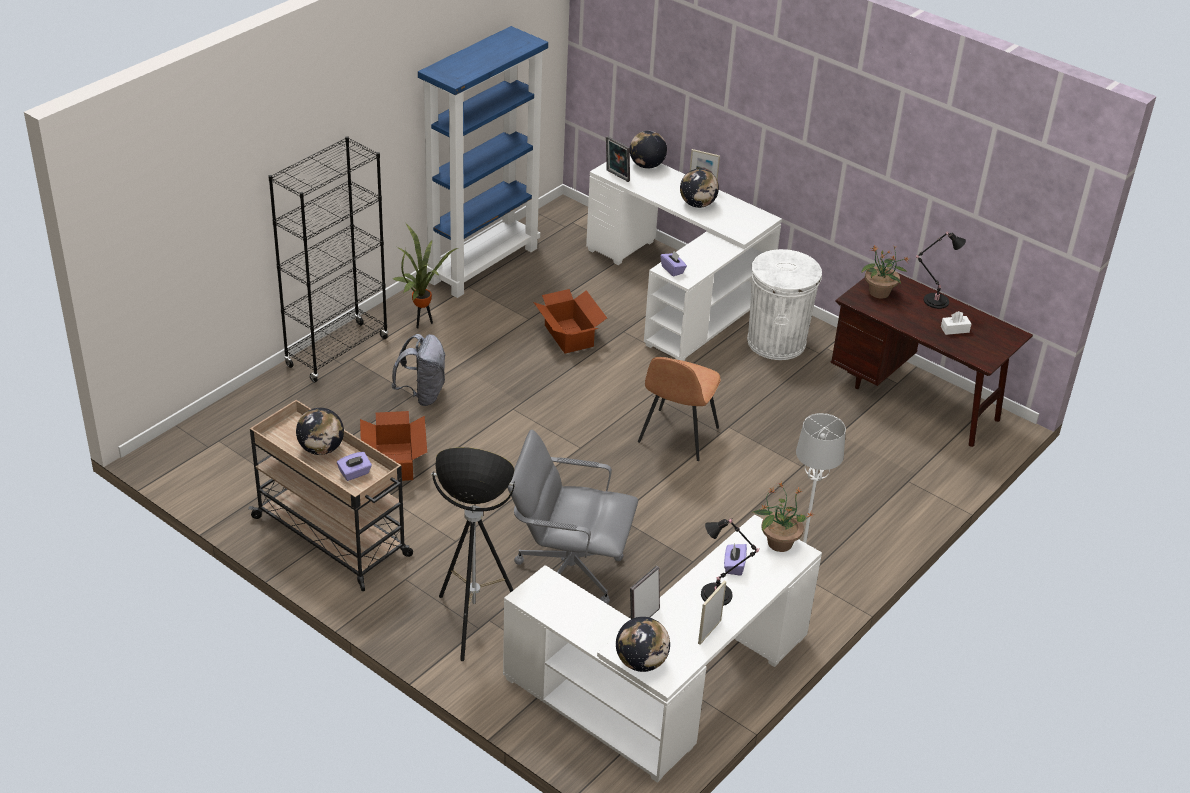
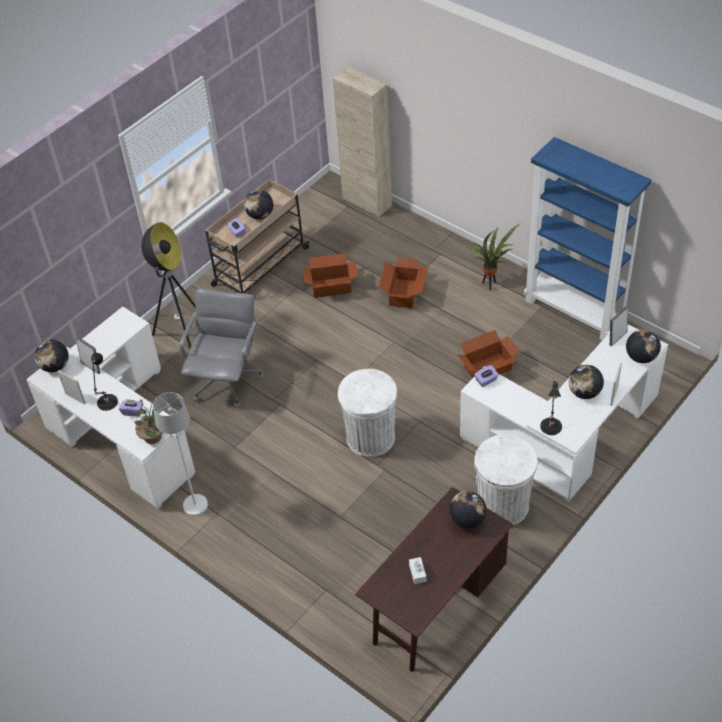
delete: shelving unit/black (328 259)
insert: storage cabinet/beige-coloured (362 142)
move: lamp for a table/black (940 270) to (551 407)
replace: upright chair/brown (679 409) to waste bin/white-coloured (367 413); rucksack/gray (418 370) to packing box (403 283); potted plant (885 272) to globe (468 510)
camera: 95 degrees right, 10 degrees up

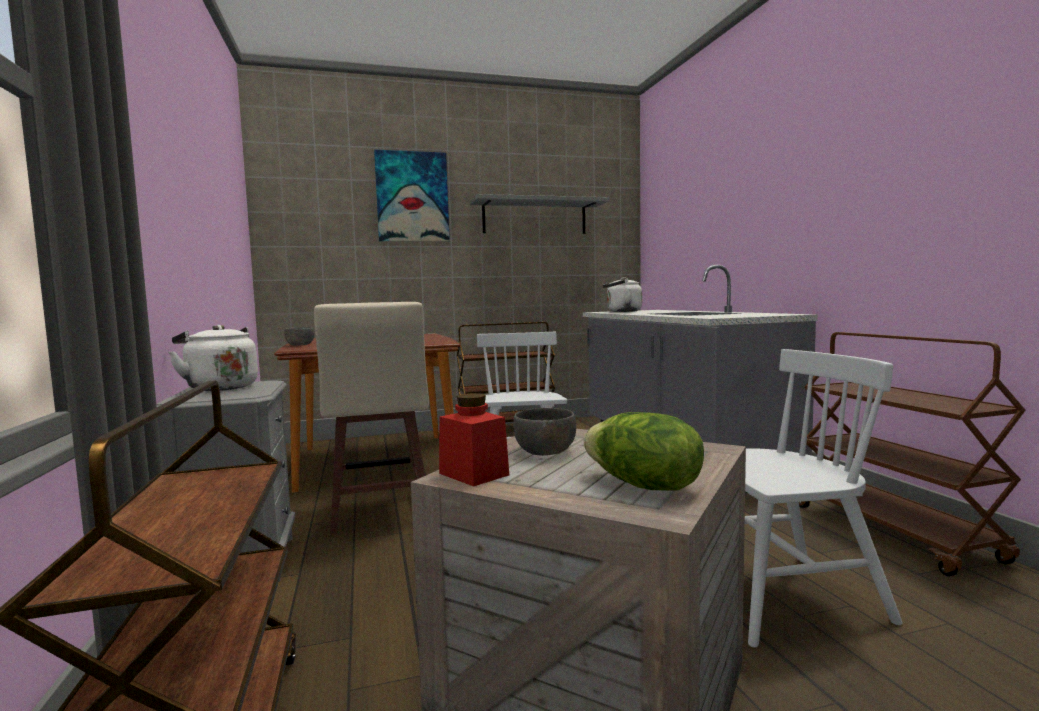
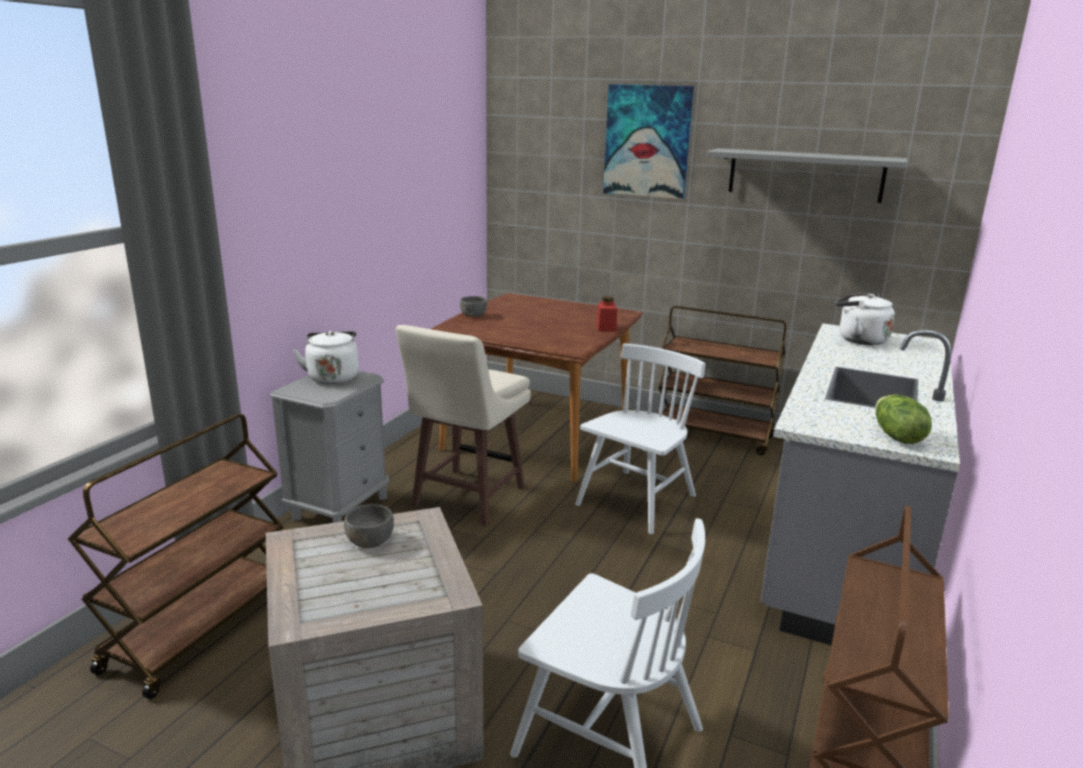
move: preserve jar/reddish (474 439) to (606 314); lettuce (644 451) to (903 419)
camera: 40 degrees right, 15 degrees up

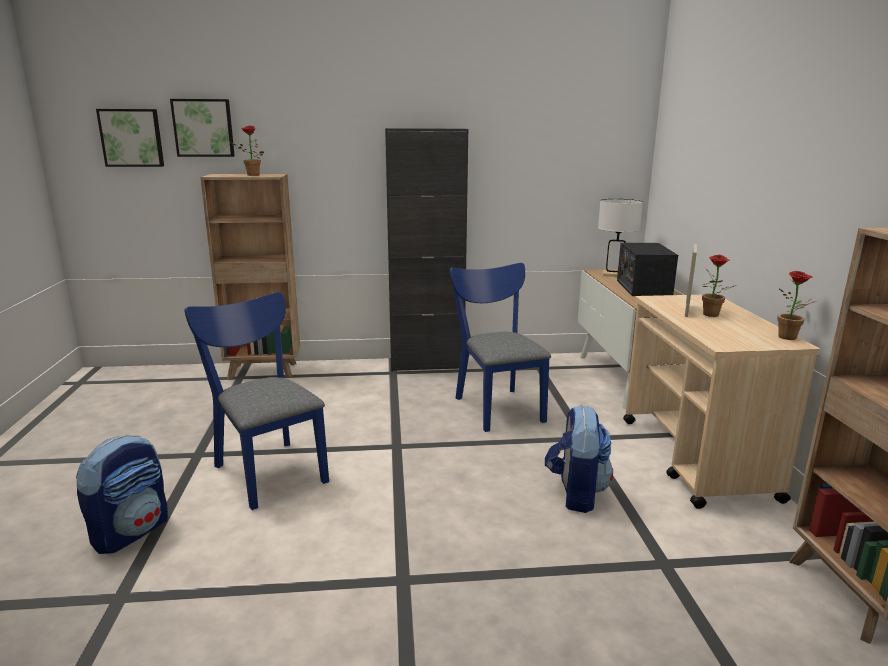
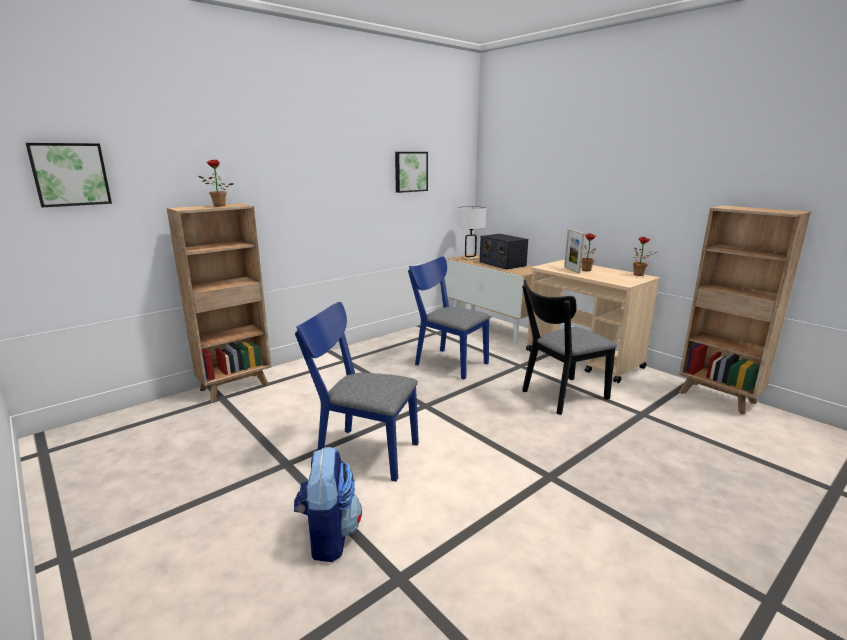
delete: storage cabinet/black (426 250)
move: wall art (202 128) to (411 172)
replace: rucksack (579 459) to upright chair/black (569 347)
camera: 35 degrees left, 0 degrees up

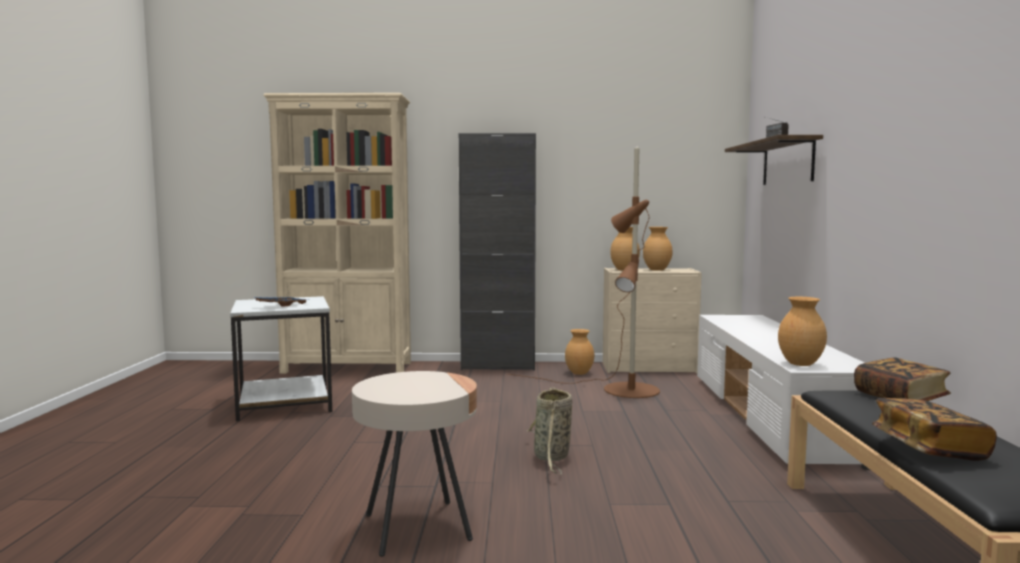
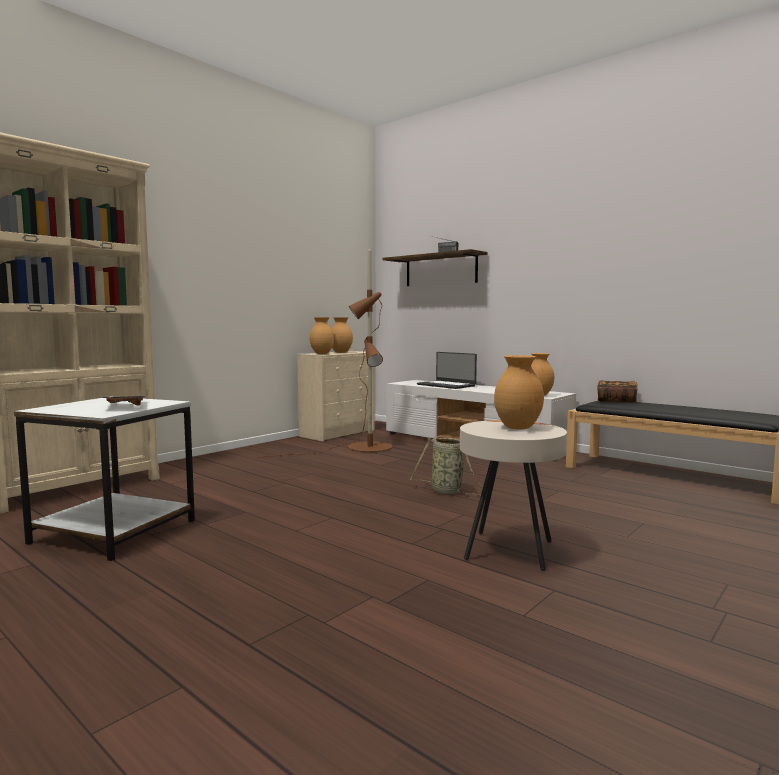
delete: storage cabinet/black (497 252); volume (934 429)
insert: laptop (447 370)
move: vase/brown (579 352) to (519 392)
camera: 50 degrees left, 0 degrees up

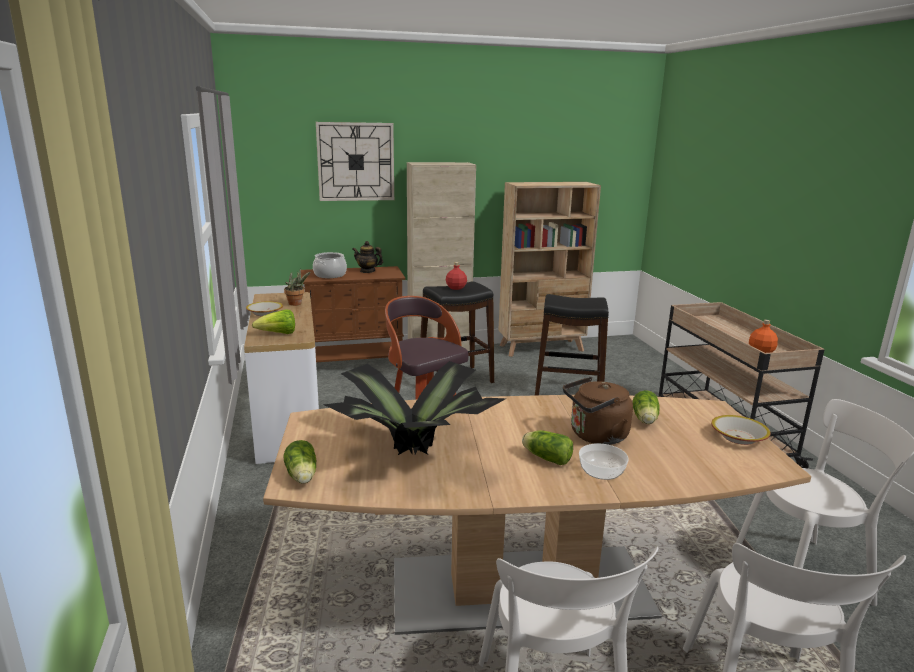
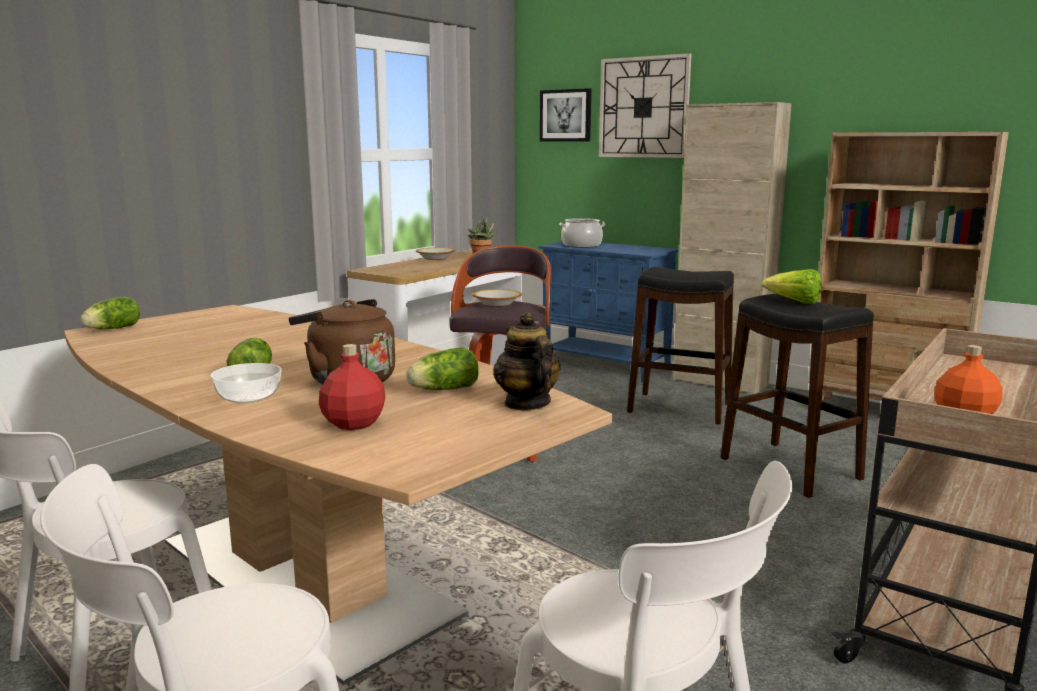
delete: potted plant (415 408)
insert: wall art (565 114)
move: drink bottle/reddish (456 276) to (352 387); serving bowl (741 430) to (497 298); tea pot (367 257) to (527 361); lettuce (273 321) to (791 286)
recolor: storage cabinet/brown (353 314) to storage cabinet/blue (609 312)
camera: 50 degrees right, 5 degrees down

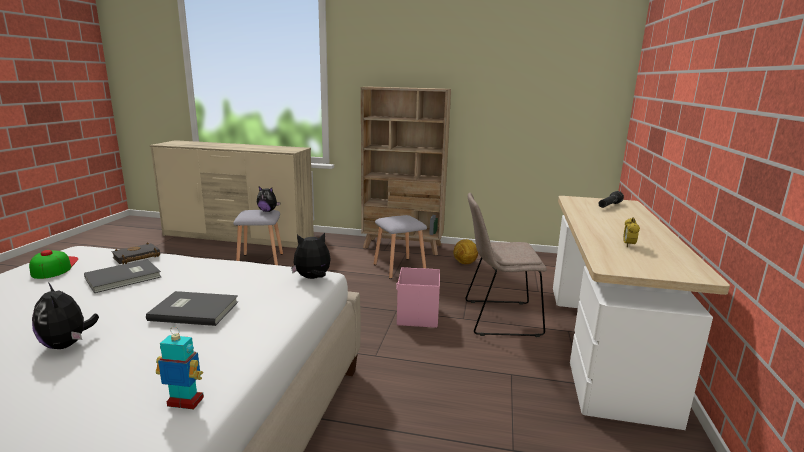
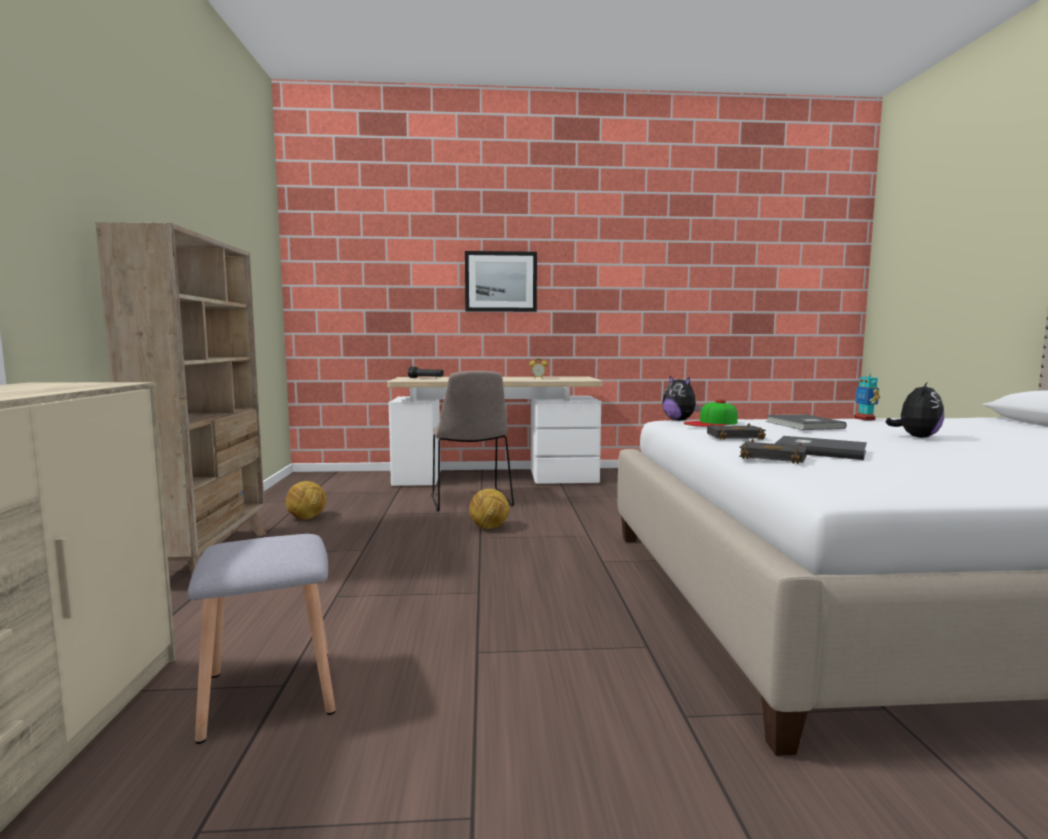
delete: soft toy (268 199); stool seat/gray (400 247)
insert: wall art (501 281); volume/black (736 431)
move: cap (53 264) to (710 413)
replace: storage bin/pink-coloured (418 297) to ball for football (489 509)
camera: 105 degrees left, 10 degrees down

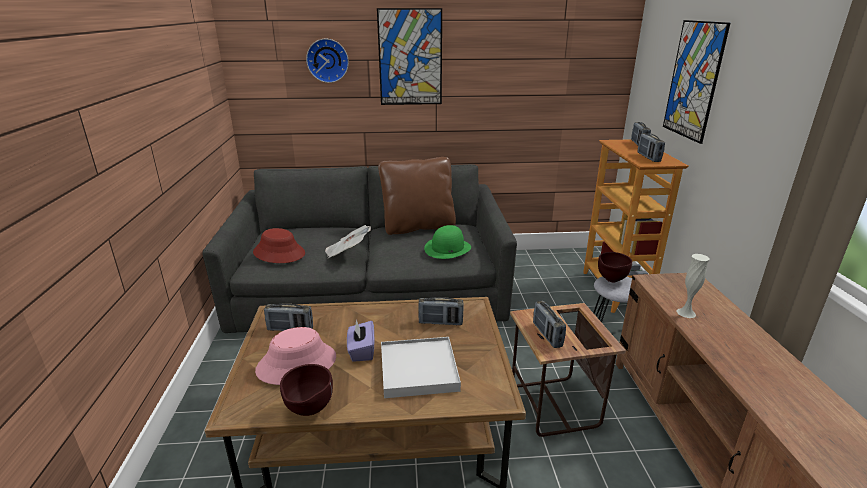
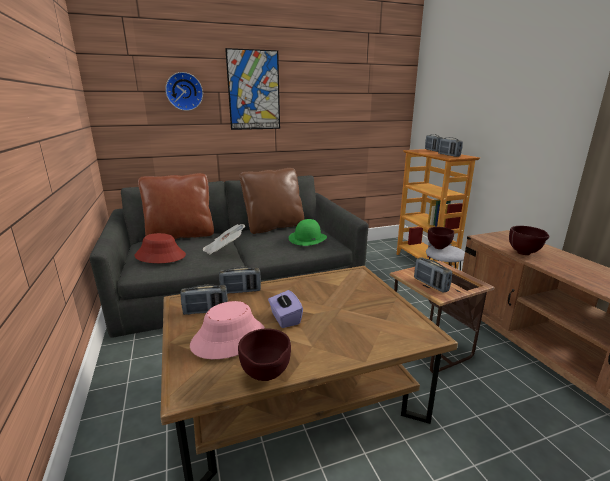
delete: carrying tray/white-coloured (421 367); wall art (696 82)
insert: cushion/brown (176 206)
move: radio receiver (441 311) to (240 280)
replace: vase/white-coloured (692 286) to serving bowl/brown (529 240)
camera: 15 degrees left, 5 degrees down

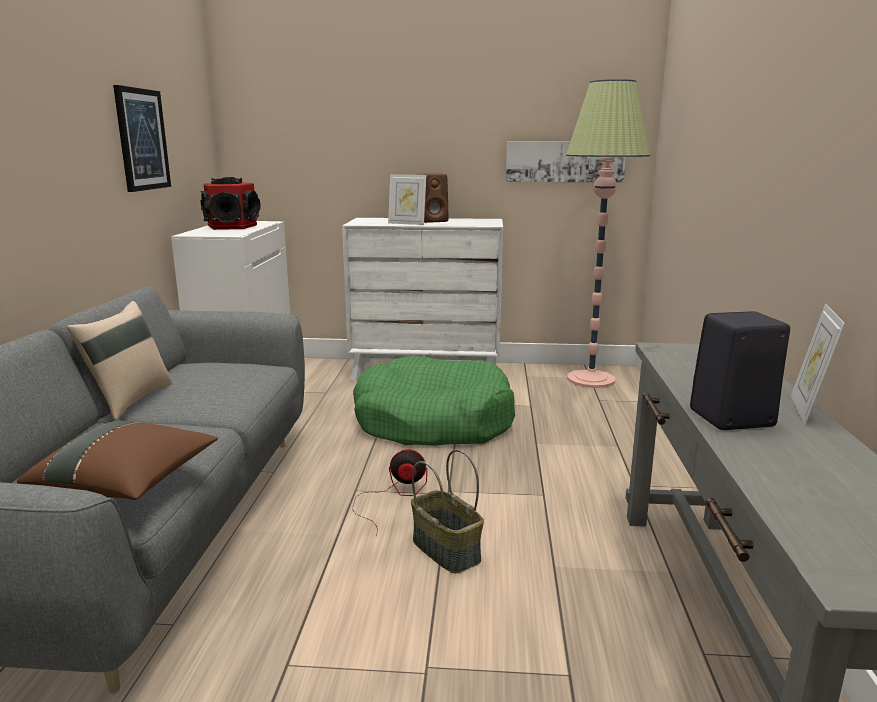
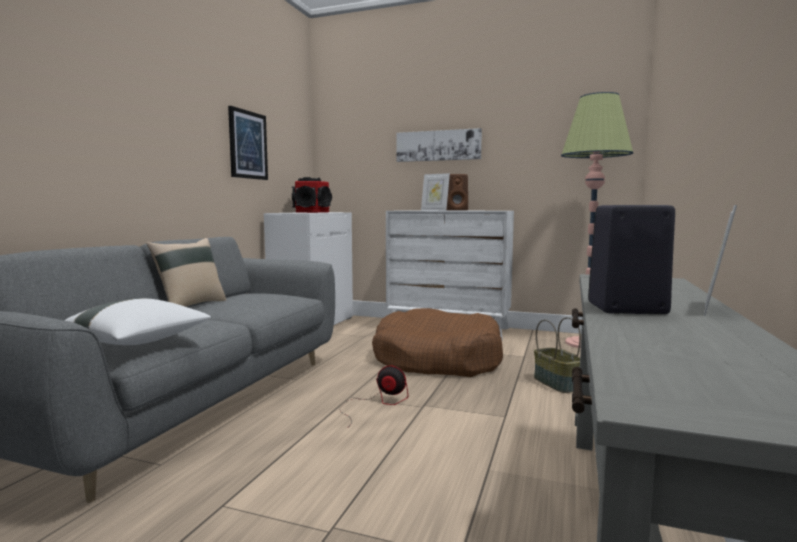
move: wall art (566 161) to (439 145); household basket (447 511) to (557 355)
recolor: cushion/brown (117 460) to cushion/white-coloured (137 321); dog bed/greenish (434 401) to dog bed/brown (437 342)
camera: 15 degrees right, 10 degrees down

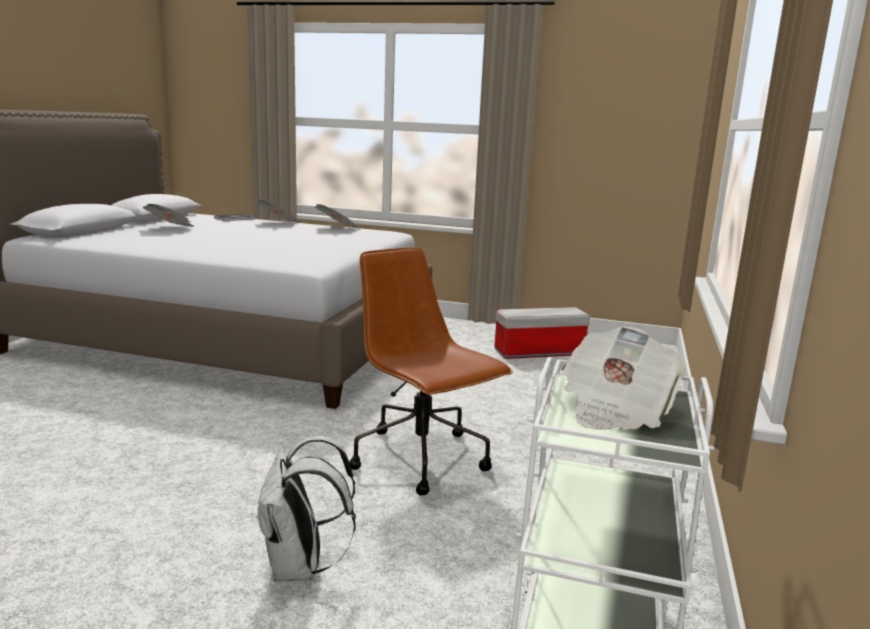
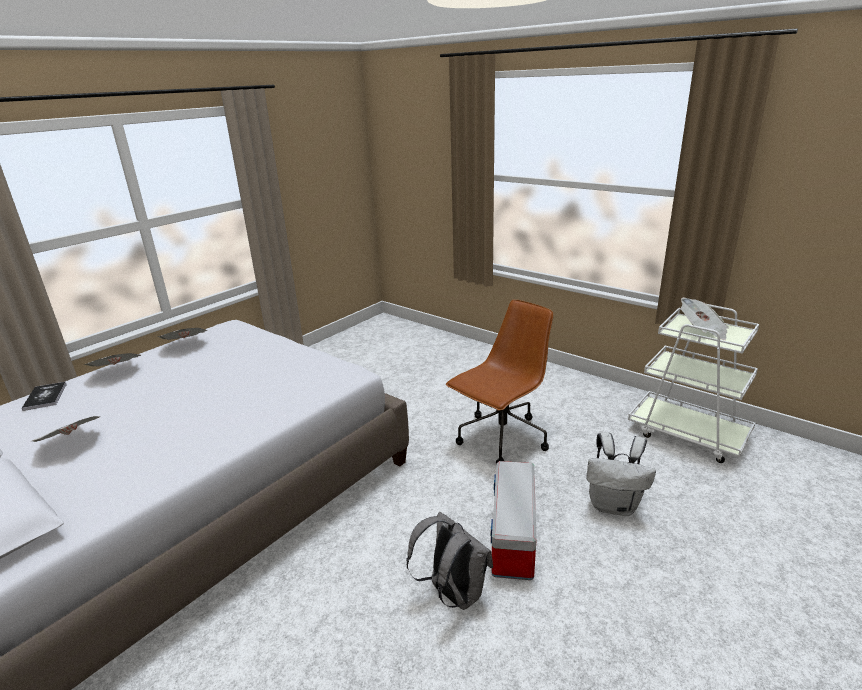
insert: rucksack/gray (449 561)
move: storage bin (542 333) to (513 520)
rotate: desk chair/brown (431 371) = (500 381) 150 degrees clockwise
camera: 65 degrees left, 10 degrees up

